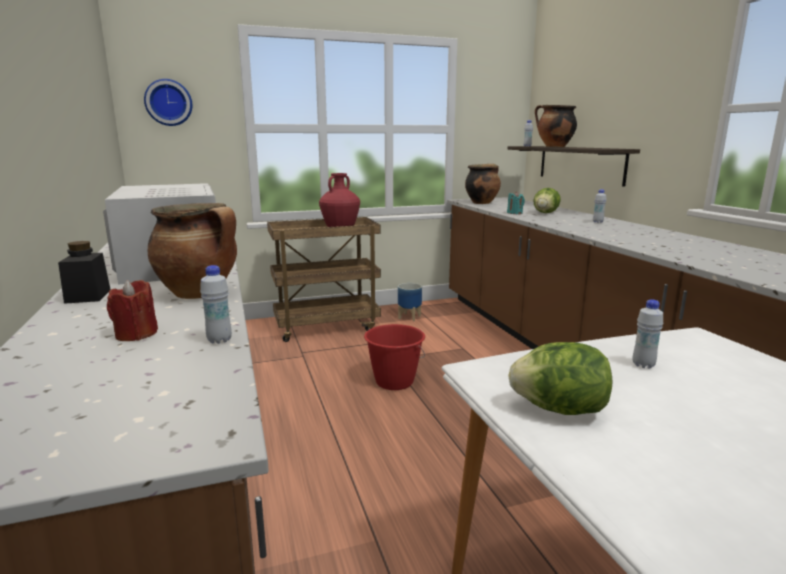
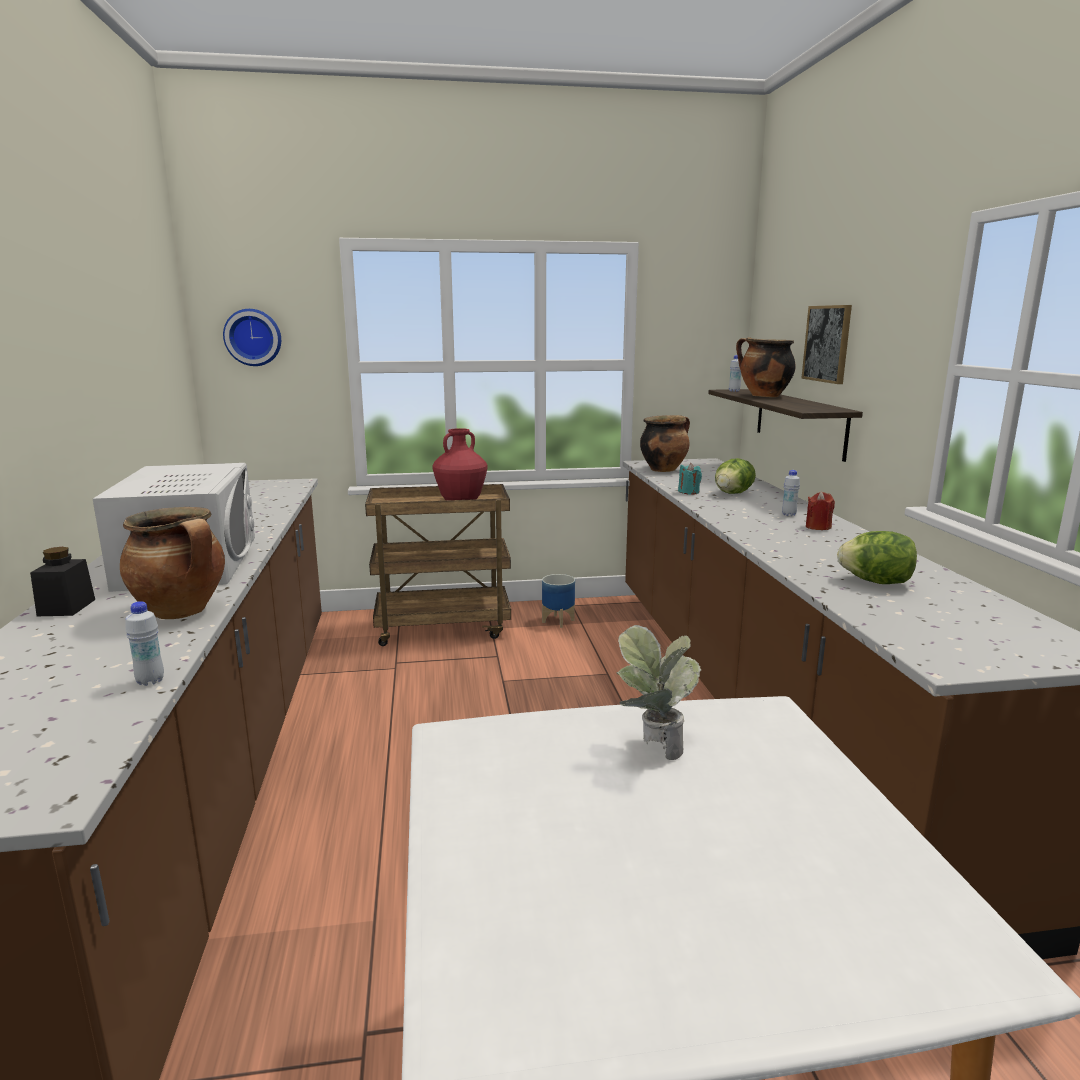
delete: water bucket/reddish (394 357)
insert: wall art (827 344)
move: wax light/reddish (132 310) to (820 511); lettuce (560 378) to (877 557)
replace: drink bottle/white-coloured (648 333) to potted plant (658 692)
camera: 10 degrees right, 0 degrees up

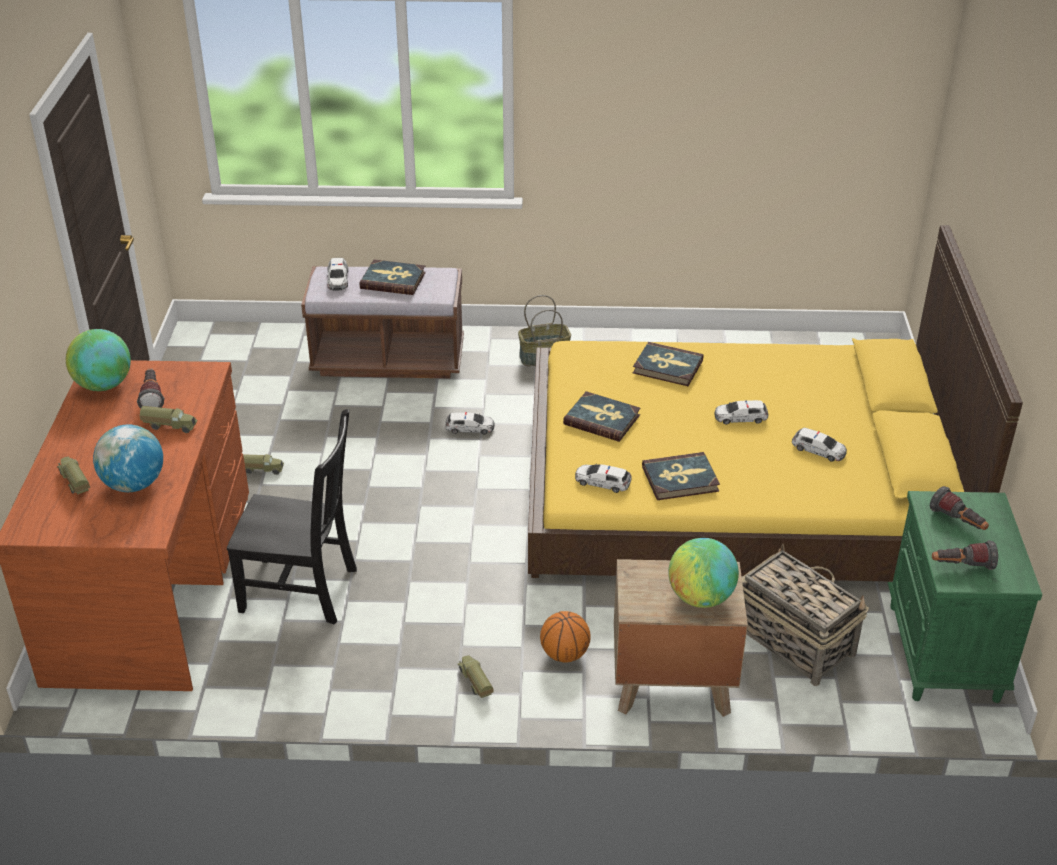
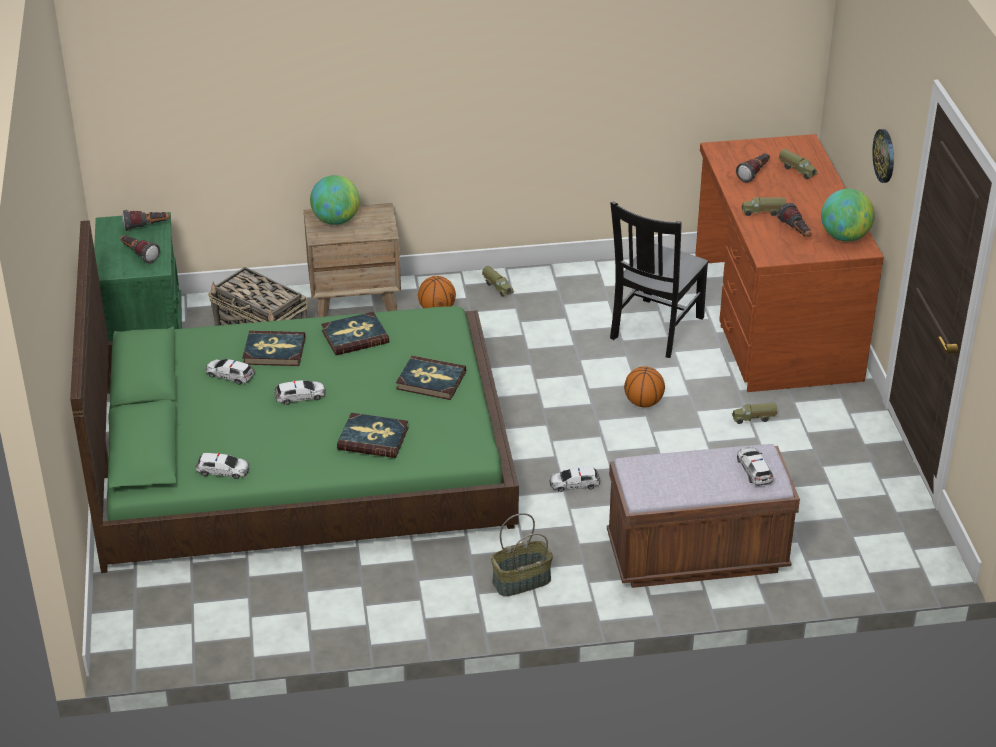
insert: basketball ball (644 387); hanging clock (883 156)
move: toy car (603 478) to (222 466); volume (393 277) to (273 348)
replace: globe (128 458) to hand torch (753 168)
recolor: bedroom bed/yellowish (775 403) to bedroom bed/greenish (294 396)
rotate: upright chair/black (292 517) = (659 280) 60 degrees counterclockwise
camera: 170 degrees right, 0 degrees up

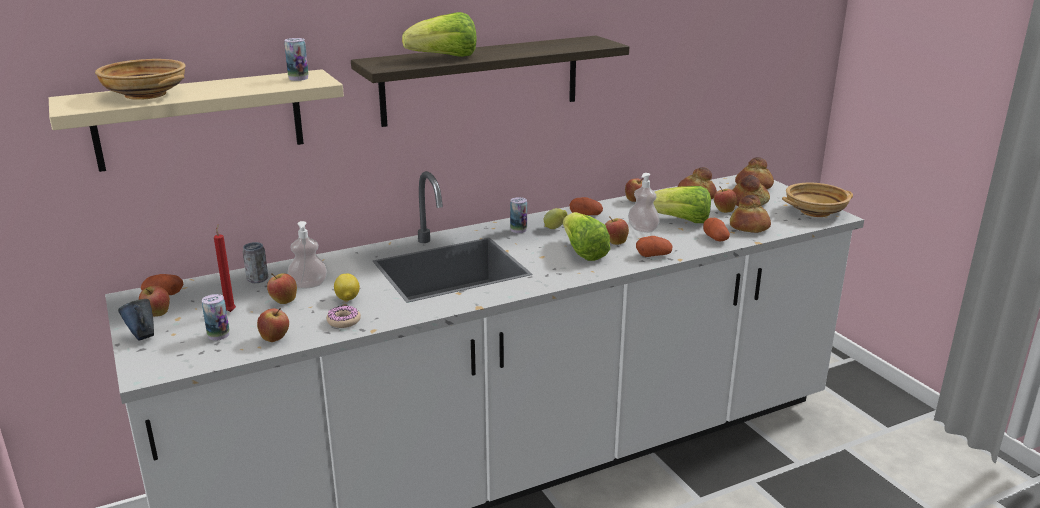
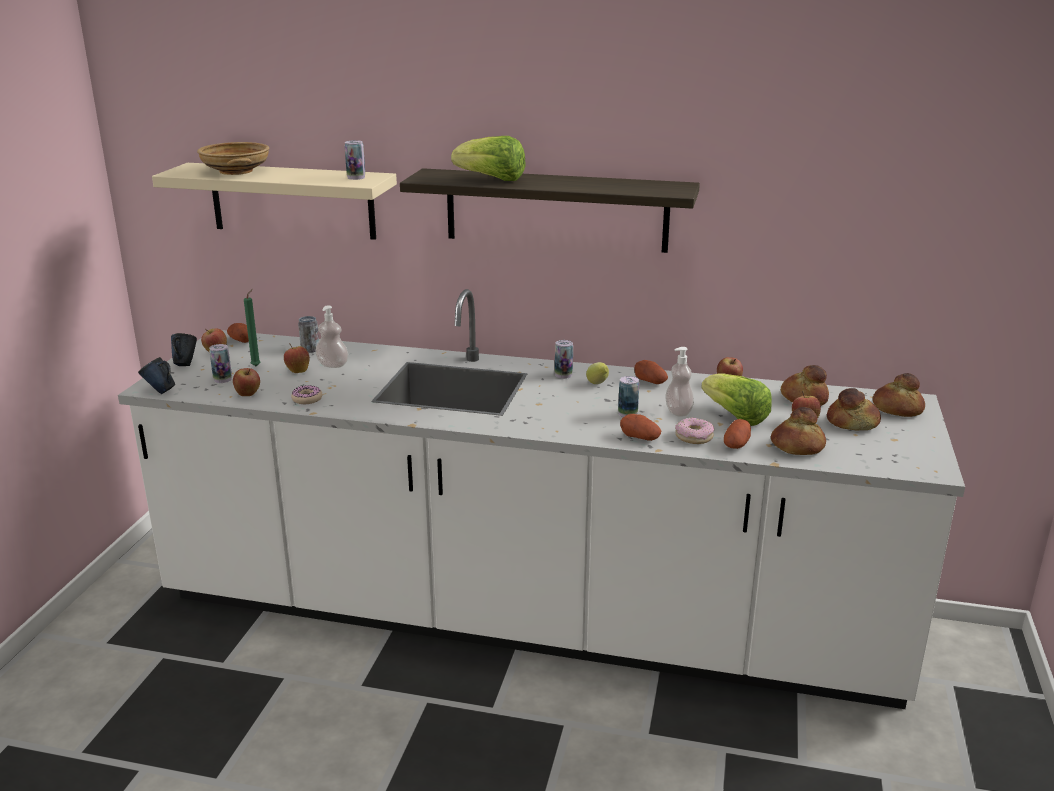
delete: whole lemon (347 287); lettuce (586 236); serving bowl/beige-coloured (817 200)
insert: tea mug/blue (156 375); donut (694 431)
replace: apple fruit (617 231) to metal can (628 396)
recolor: wax light/reddish (225 268) to wax light/greenish (252 327)
camera: 40 degrees right, 0 degrees up

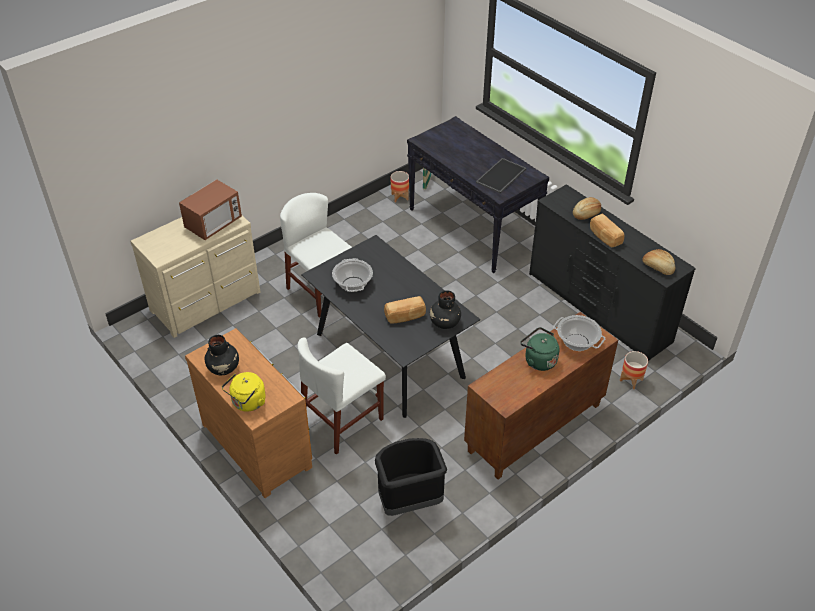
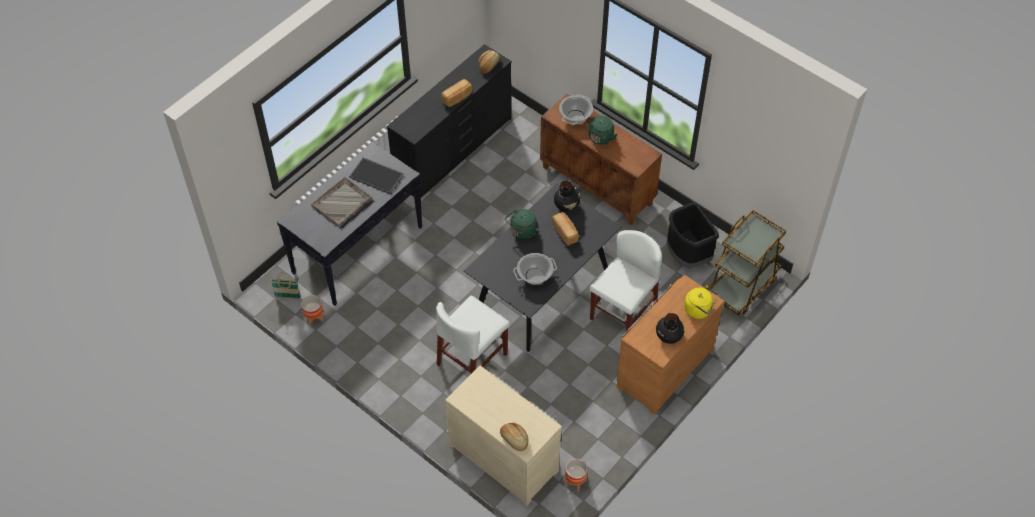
delete: microwave oven (210 209)
insert: carrying tray/gray (341 202); water kettle/greenish (521 224); wheeled cart/brown (747 262)
move: bread (587 208) to (514 437); flower pot (634 370) to (576 475)
rotate: upright chair/white-coloured (342 396) = (626 282) 90 degrees counterclockwise
camera: 100 degrees left, 10 degrees up

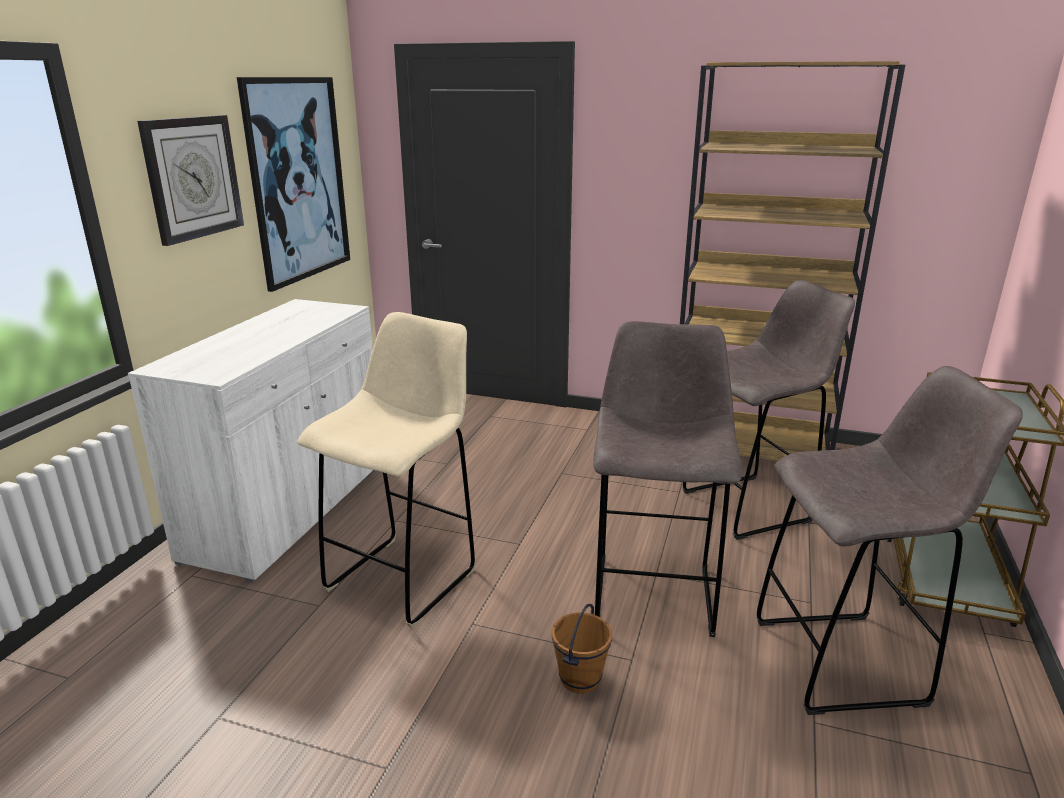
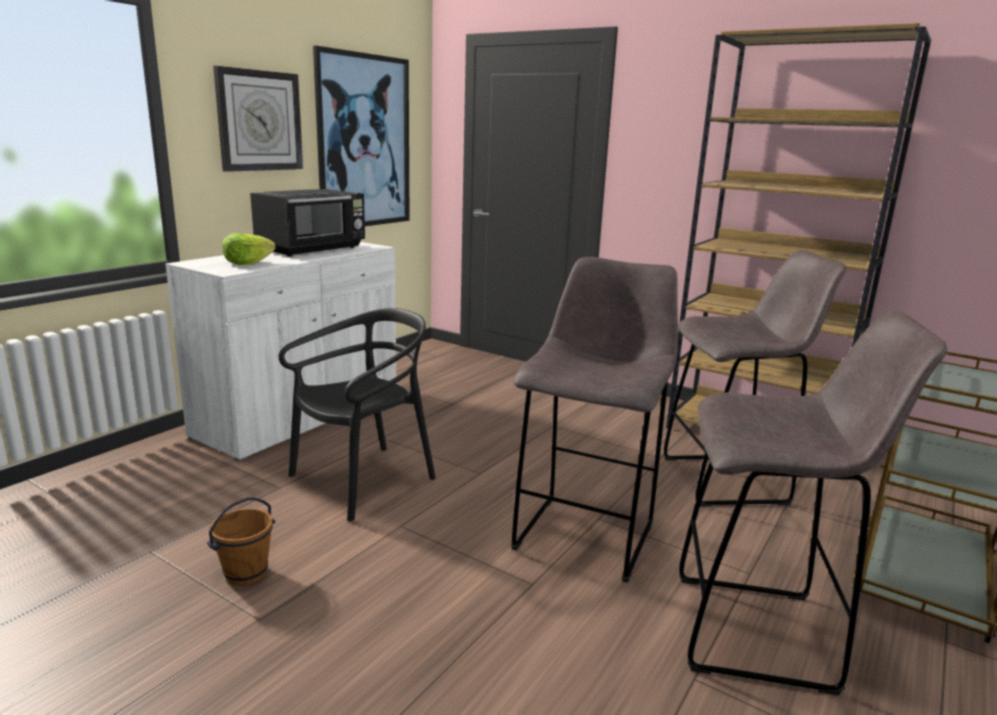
insert: lettuce (249 249); microwave oven/black (307 223)
move: water bucket/brown (582 649) to (241 541)
replace: stool seat/beige-coloured (386 470) to upright chair/black (357 414)
camera: 15 degrees right, 5 degrees down

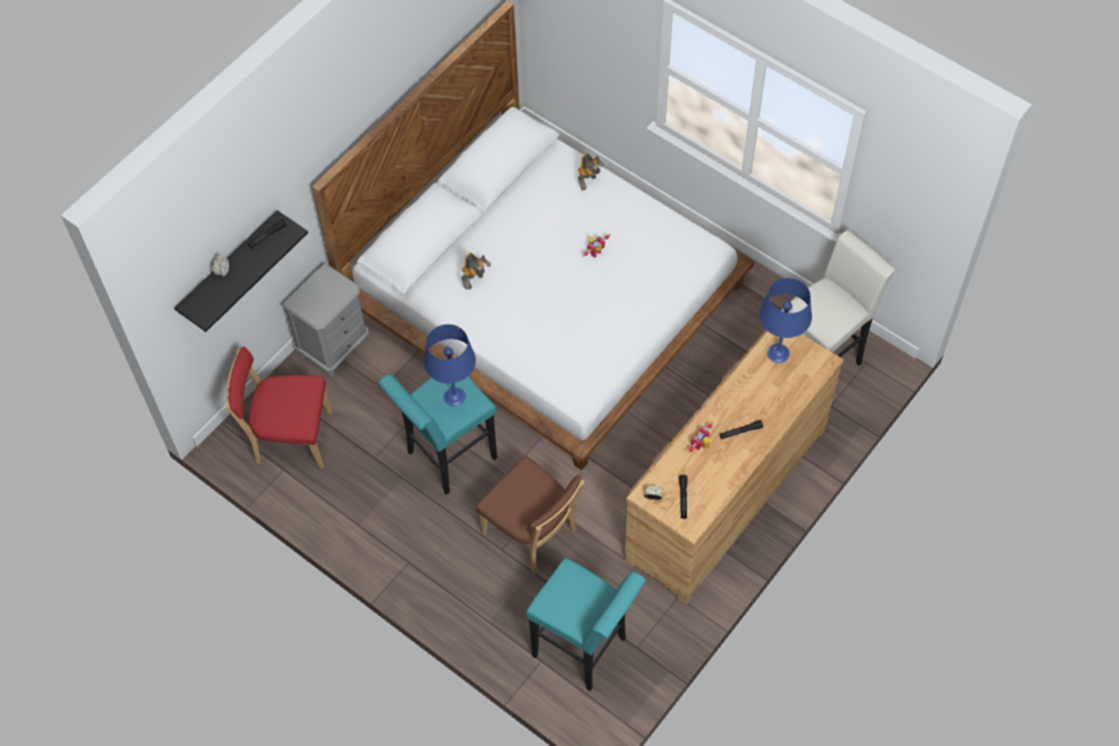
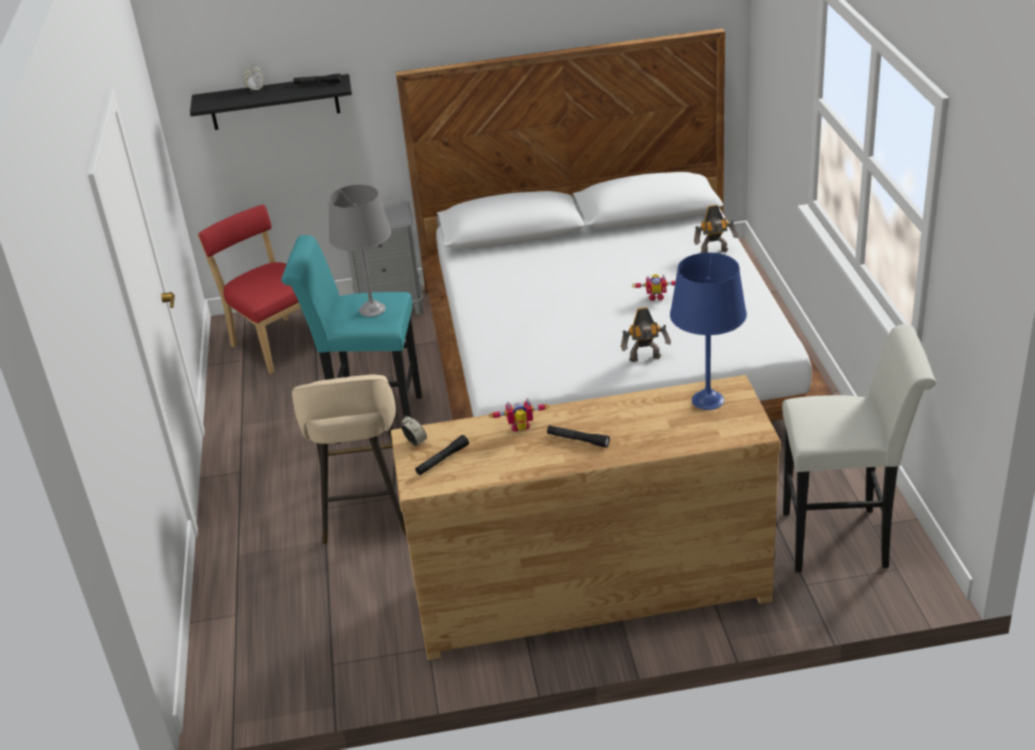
delete: stool seat/turquoise-coloured (586 624)
move: robot figure (476 271) to (646 334)
replace: upright chair/brown (530 515) to stool seat/beige-coloured (349 459)
recolor: lamp for a table/blue (450 365) to lamp for a table/gray (360 250)
camera: 45 degrees right, 25 degrees down

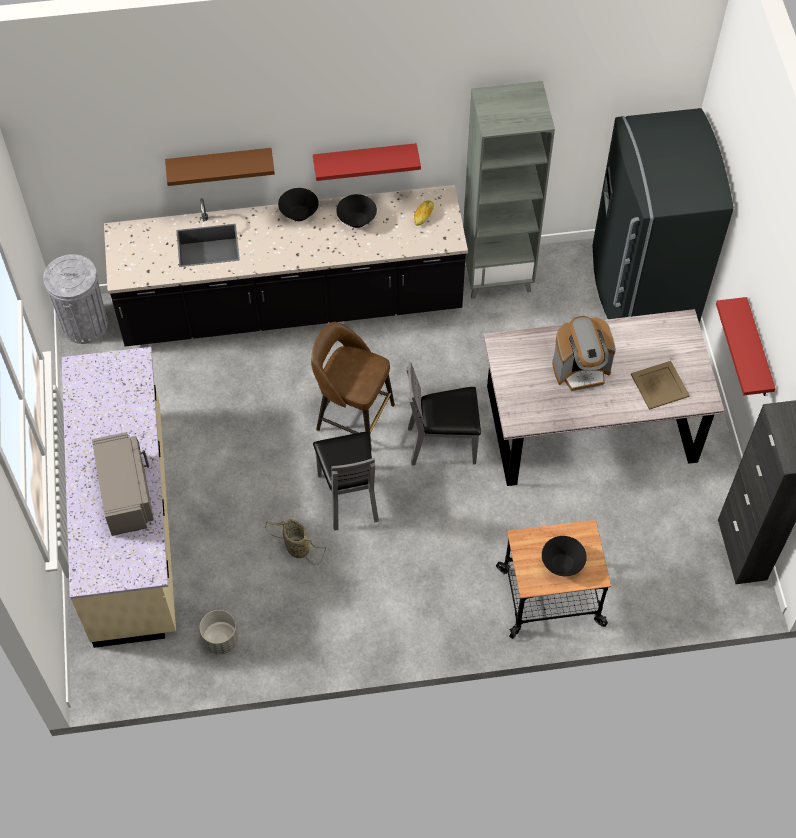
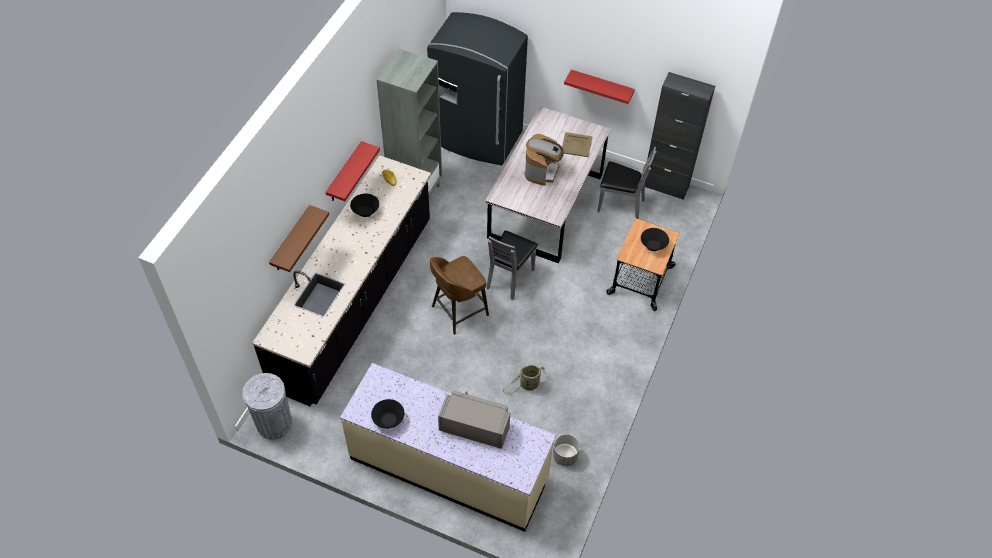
move: serving bowl/black (298 204) to (387 414); upright chair/gray (346 481) to (626 183)
camera: 60 degrees left, 5 degrees down

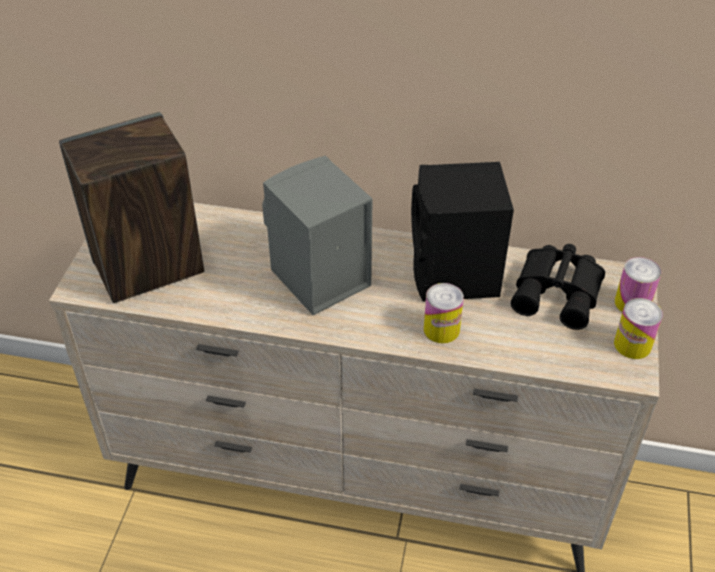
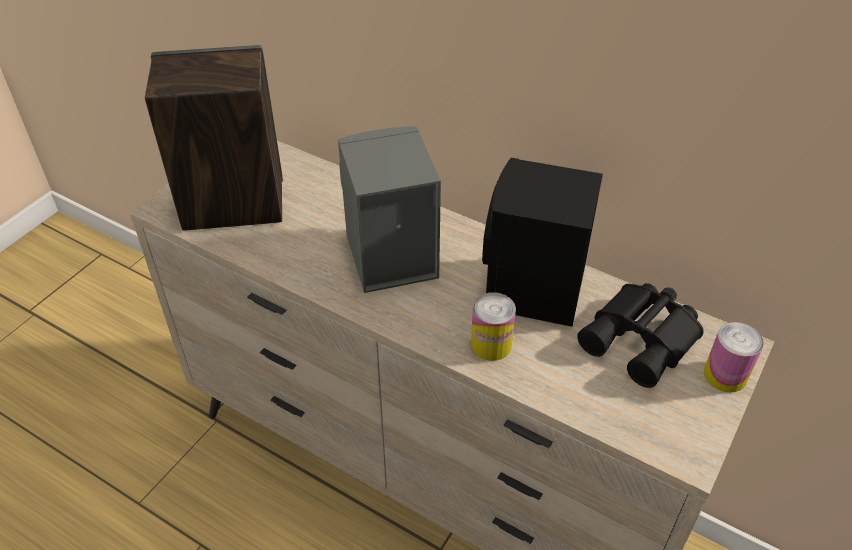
delete: metal can (638 328)
camera: 20 degrees right, 0 degrees up

